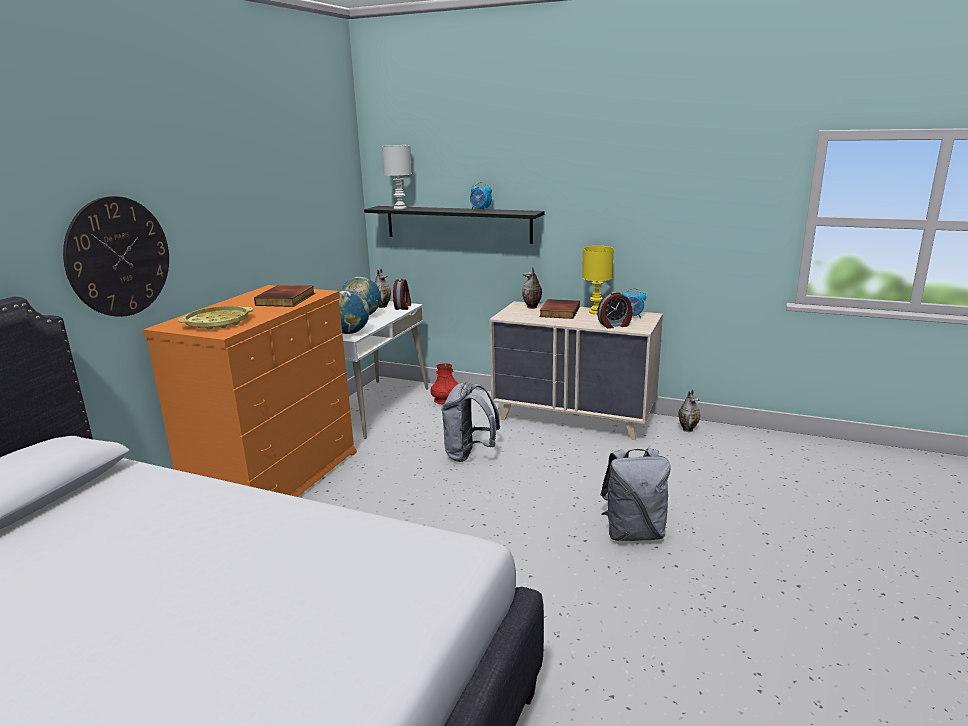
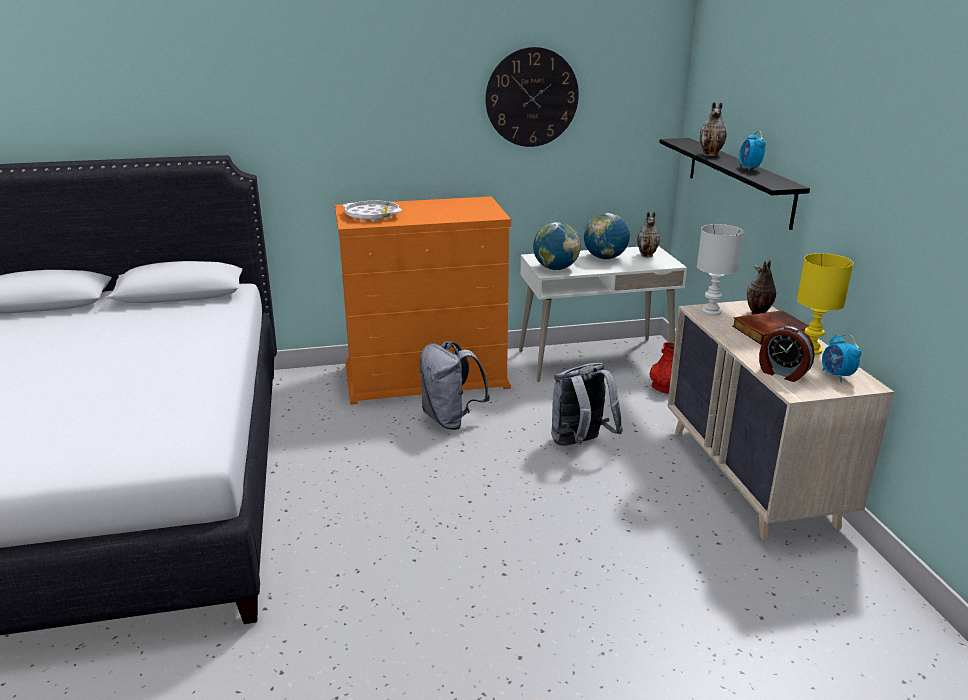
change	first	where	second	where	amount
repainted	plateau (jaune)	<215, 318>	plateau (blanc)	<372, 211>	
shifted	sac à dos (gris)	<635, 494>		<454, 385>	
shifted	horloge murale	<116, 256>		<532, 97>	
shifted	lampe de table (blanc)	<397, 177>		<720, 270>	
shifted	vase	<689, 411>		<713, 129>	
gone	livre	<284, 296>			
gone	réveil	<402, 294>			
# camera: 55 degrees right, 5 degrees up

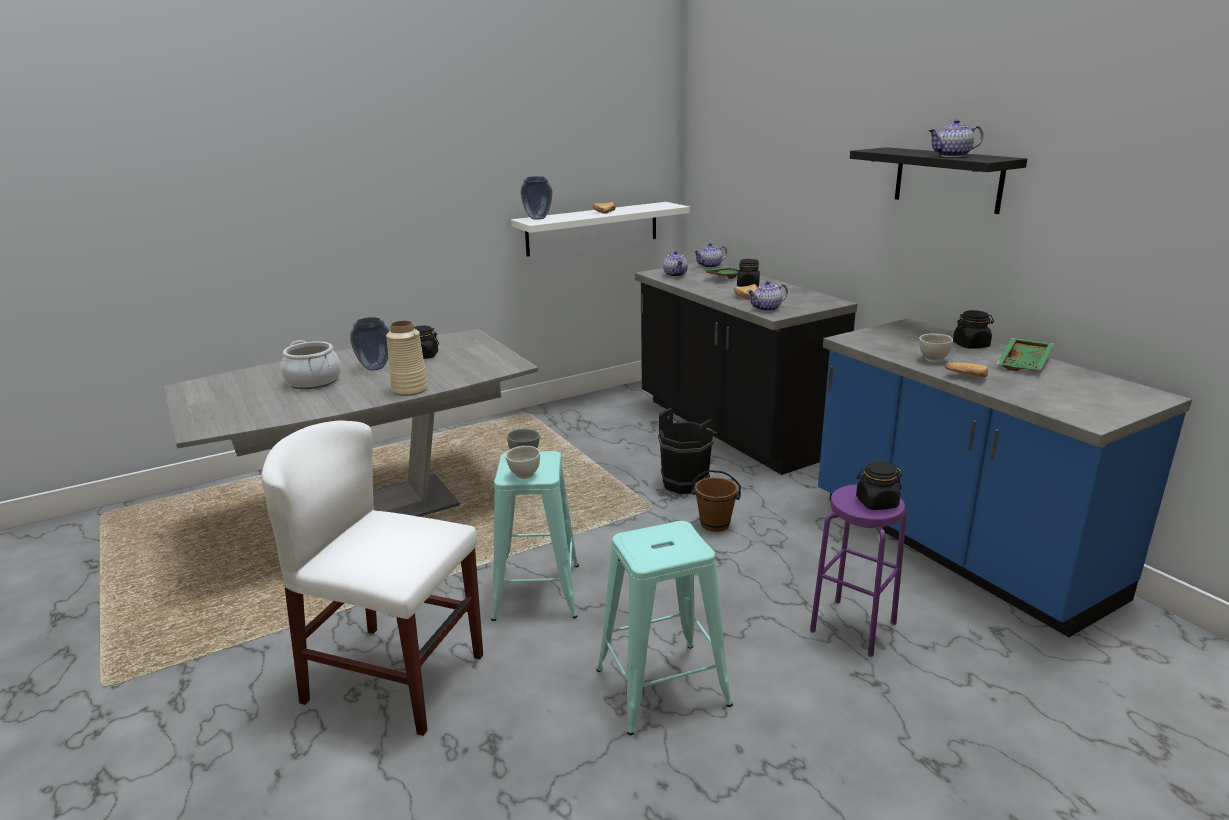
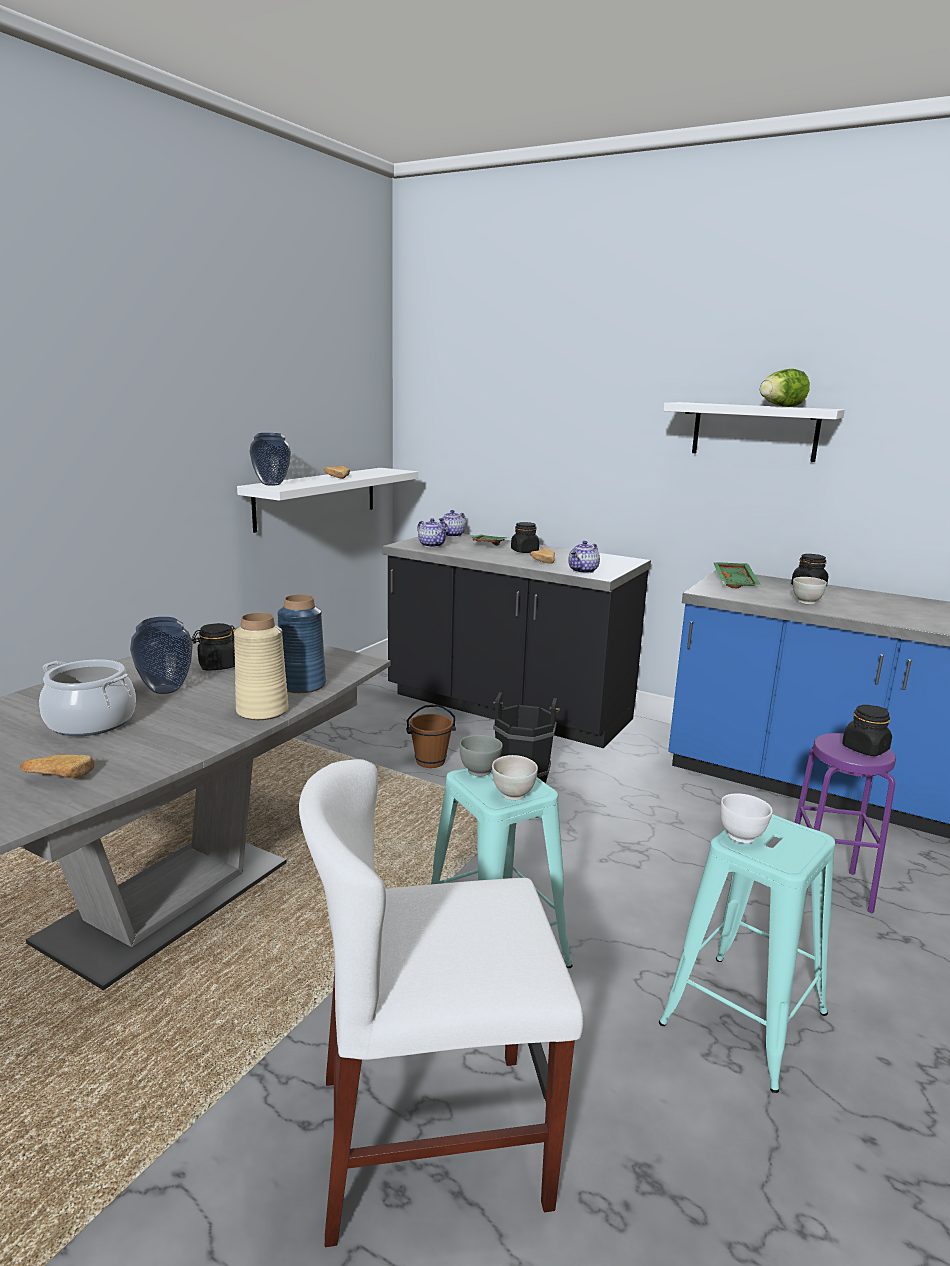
change	first	where	second	where	amount
shifted	pain	<966, 370>		<57, 766>	
new			vase (bleu)	<302, 643>	
shifted	seau (marron)	<716, 501>		<431, 736>	
repainted	étagère (noir)	<938, 180>	étagère (blanc)	<754, 432>	
shifted	plateau (vert)	<1025, 354>		<737, 575>	
new			bol (blanc)	<746, 818>	
swapped	théière	<955, 138>	laitue	<785, 388>	
# camera: 30 degrees left, 5 degrees down

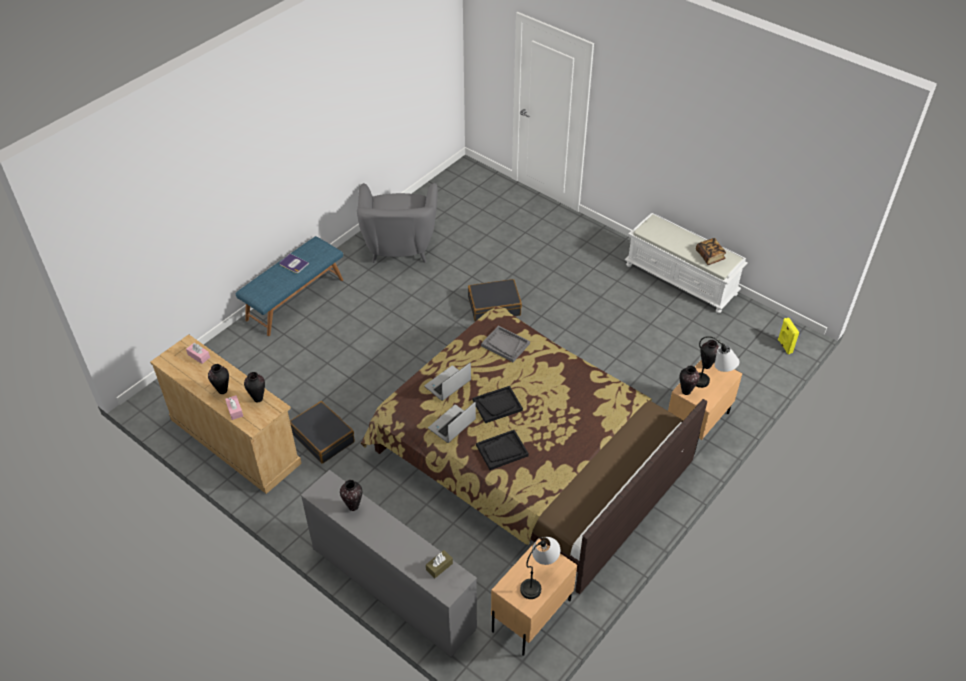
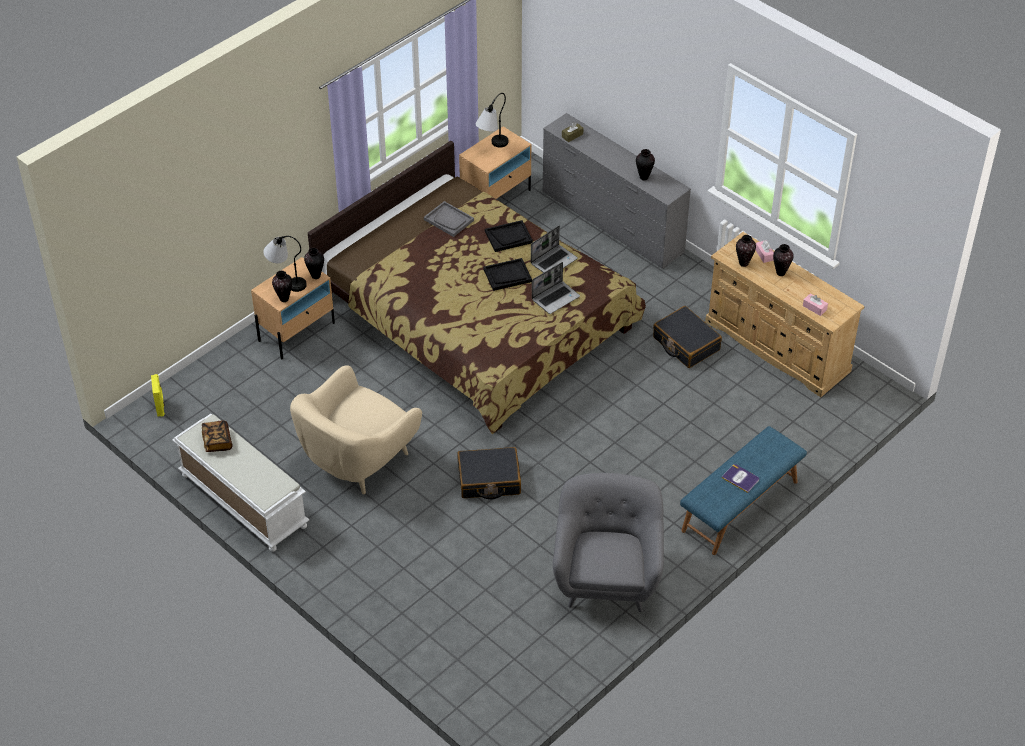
change	first	where	second	where	amount
new			fauteuil (beige)	<356, 429>	
shifted	plateau (gris)	<505, 344>		<449, 219>	
# camera: 175 degrees left, 0 degrees up

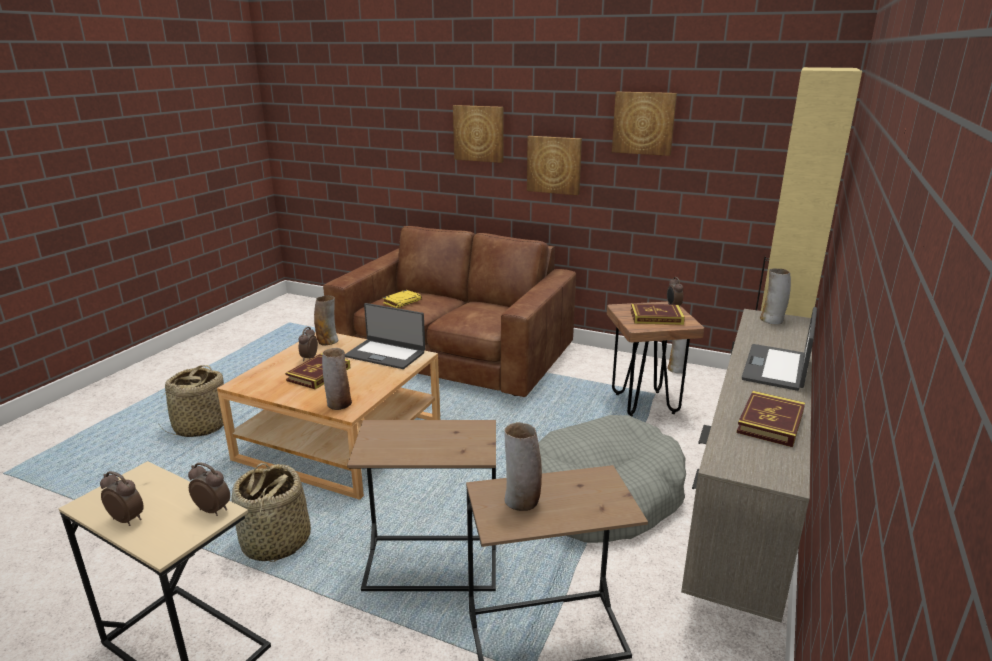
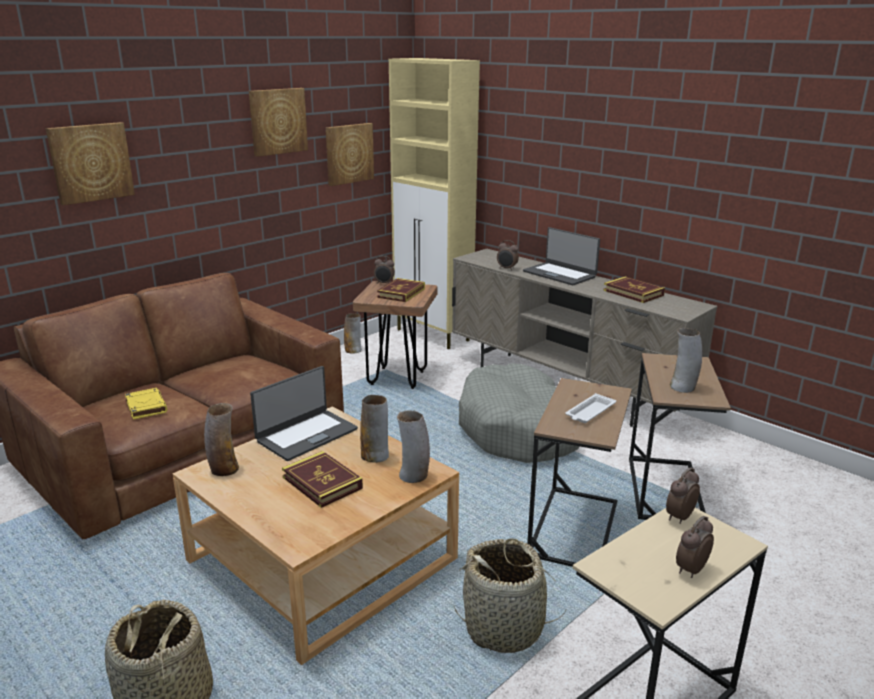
change	first	where	second	where	amount
shifted	tableau	<554, 165>		<350, 154>	
shifted	vase	<775, 296>		<374, 429>	
shifted	réveil	<308, 344>		<508, 255>	
new			plateau (blanc)	<590, 408>	
# camera: 70 degrees left, 0 degrees up

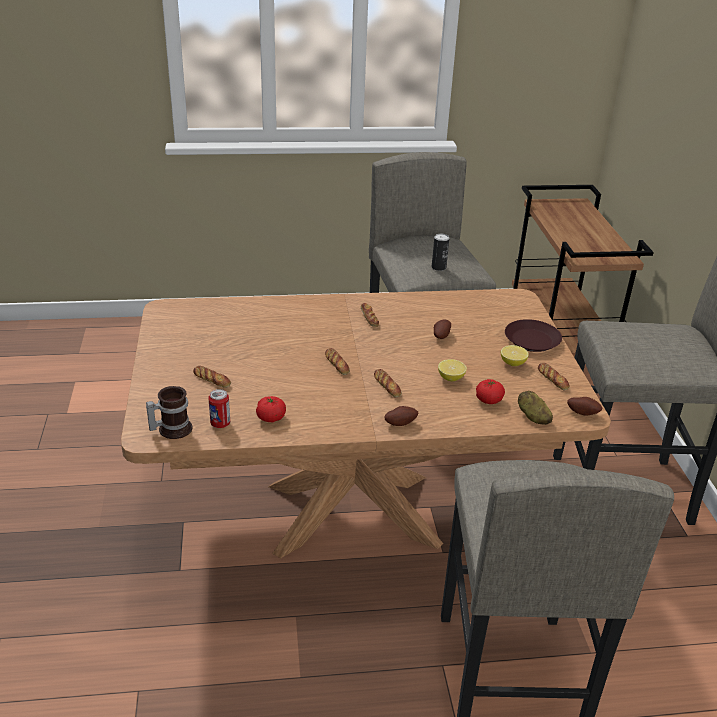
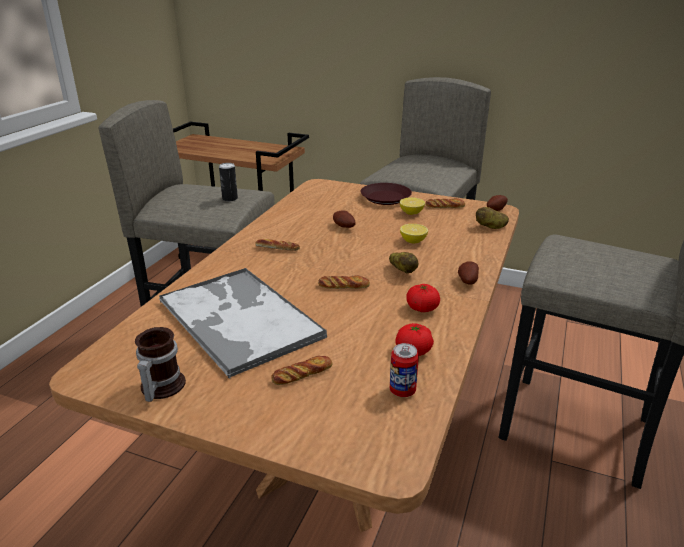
change	first	where	second	where	amount
shifted	mug	<169, 412>		<160, 364>	
new			plateau	<243, 323>	
swapped	pain	<388, 383>	pomme de terre	<403, 262>	
shifted	tomate	<490, 391>		<423, 298>	
# camera: 60 degrees left, 5 degrees down

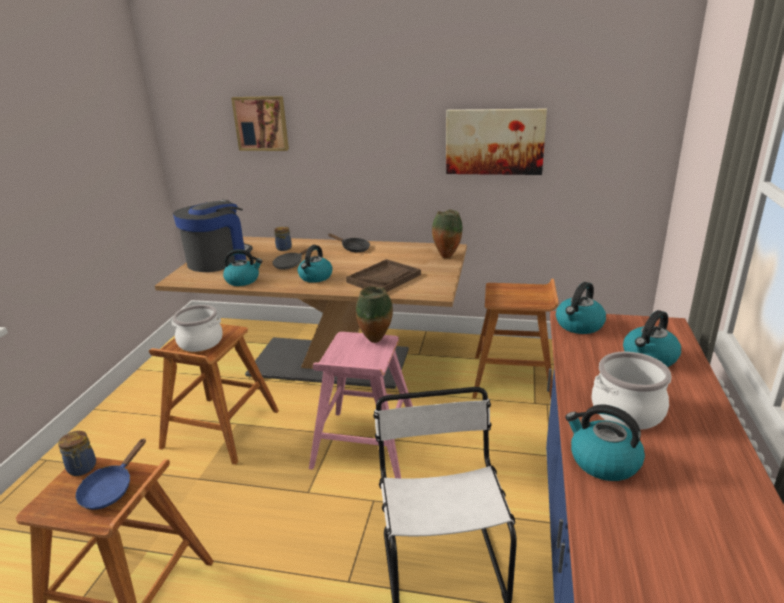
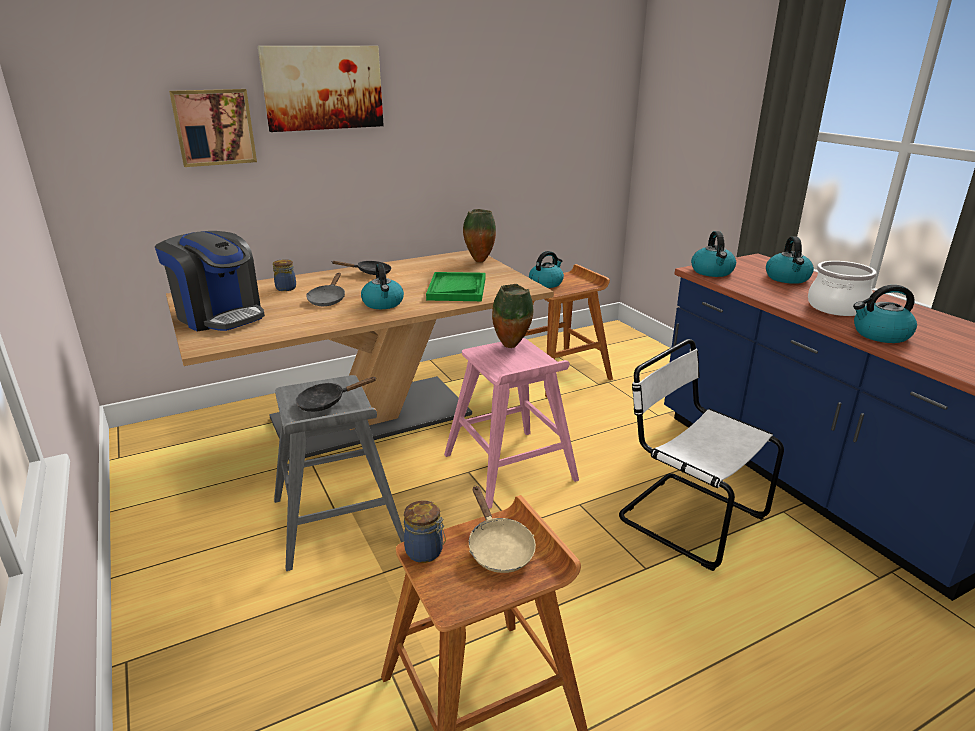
change	first	where	second	where	amount
rotated	machine à café	<213, 236>		<210, 281>	135 degrees clockwise
shifted	tableau	<496, 142>		<321, 89>	
repainted	tabouret (marron)	<214, 394>	tabouret (gris)	<339, 473>	
swapped	marmite	<197, 328>	poêle (noir)	<336, 394>	
repainted	plateau (marron)	<383, 275>	plateau (vert)	<455, 286>	
repainted	poêle (bleu)	<110, 474>	poêle (beige)	<502, 529>	
shifted	bouilloire	<243, 267>		<546, 269>	
# camera: 40 degrees left, 0 degrees up

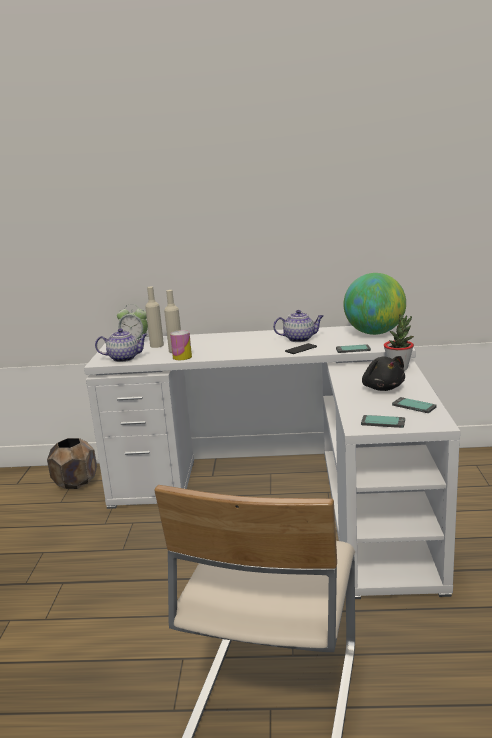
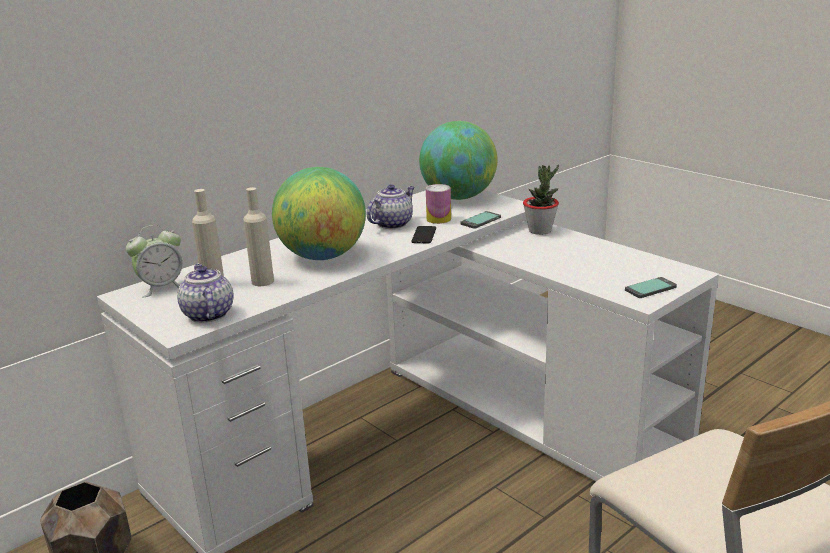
change	first	where	second	where	amount
rotated	théière	<121, 345>		<205, 293>	60 degrees counterclockwise
new			globe	<319, 213>	
shifted	boîte métallique	<181, 345>		<438, 204>	
gone	peluche (noir)	<383, 373>			
gone	téléphone	<414, 405>			
# camera: 45 degrees left, 5 degrees up

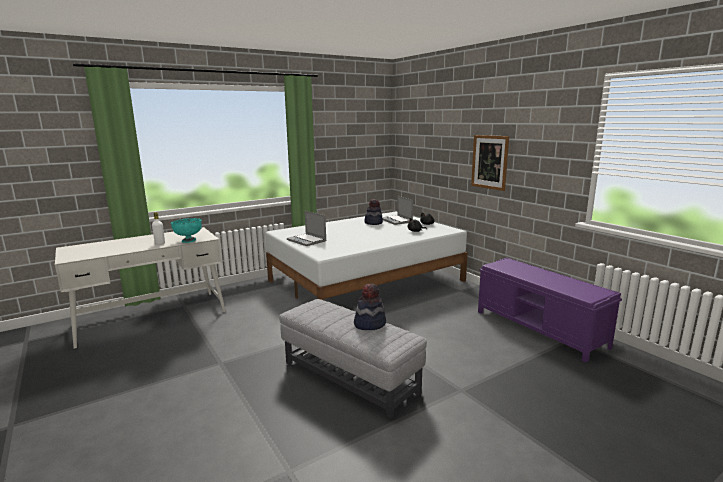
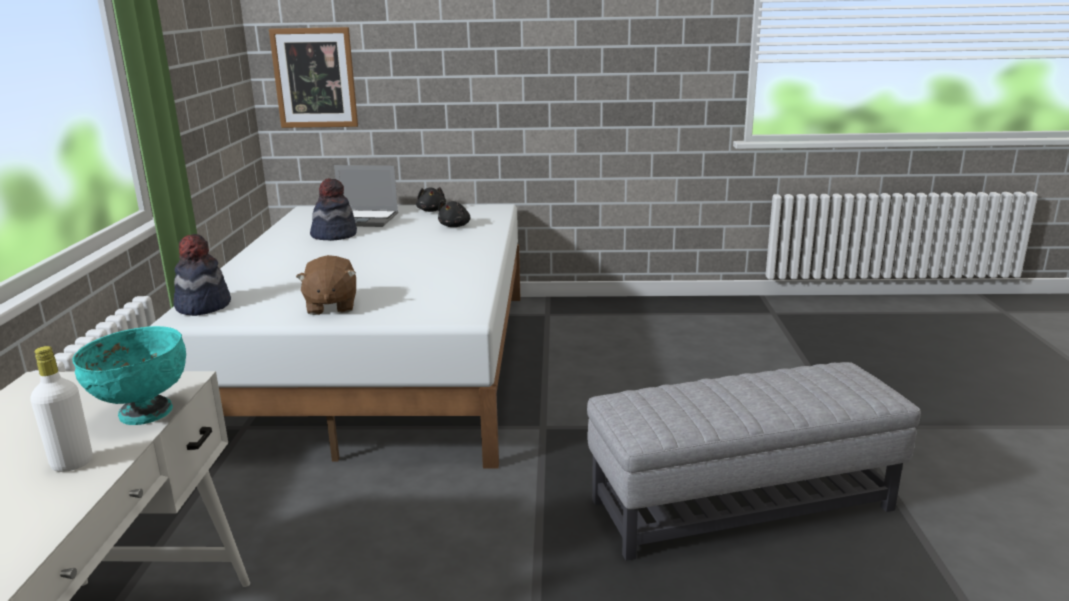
change	first	where	second	where	amount
shifted	chapeau	<370, 307>		<202, 275>	
shifted	tableau	<490, 163>		<313, 77>	
swapped	ordinateur portable	<307, 228>	peluche (marron)	<326, 285>	
gone	banc (violet)	<550, 310>			
# camera: 55 degrees left, 5 degrees up

